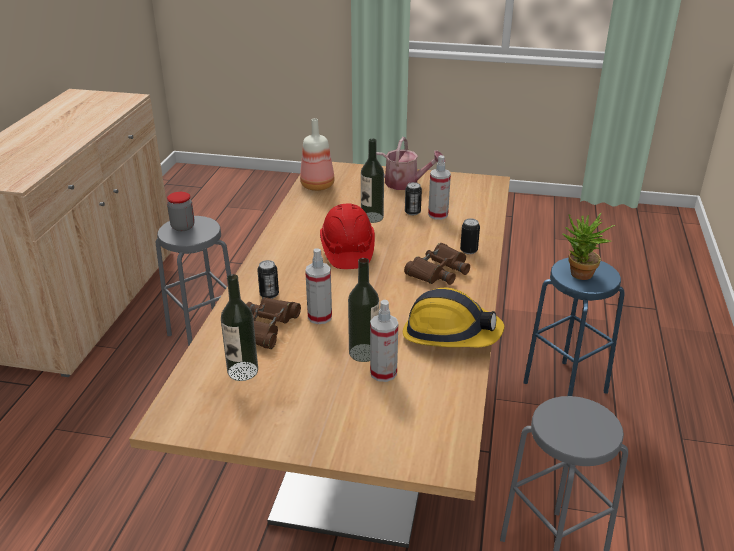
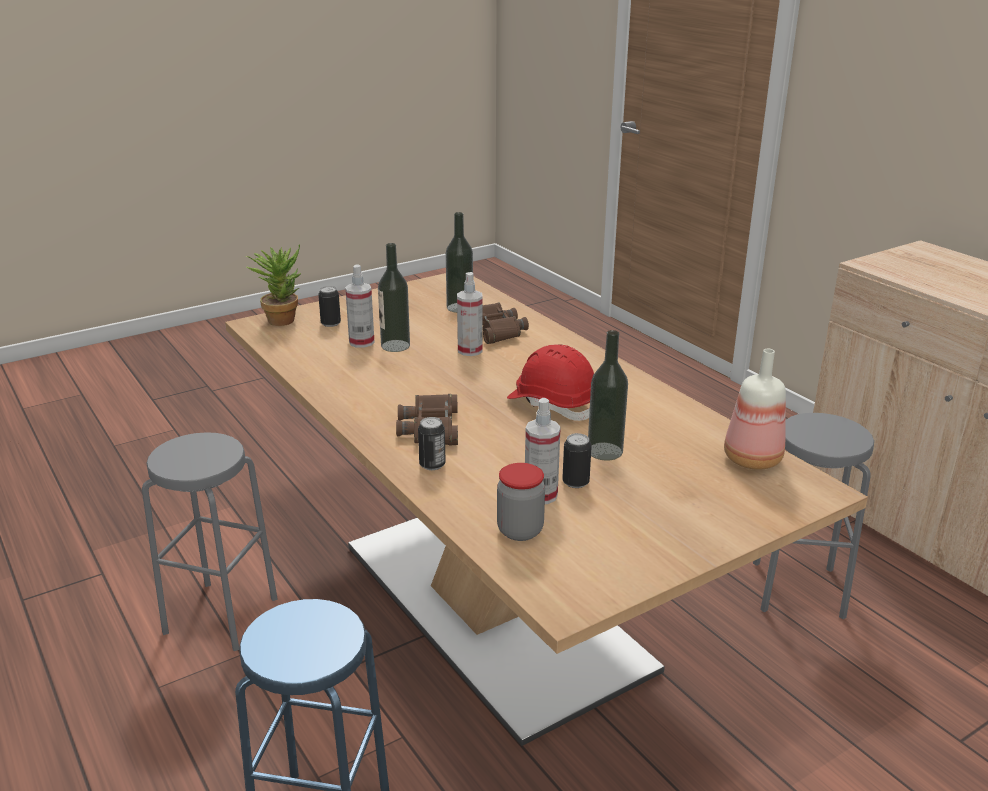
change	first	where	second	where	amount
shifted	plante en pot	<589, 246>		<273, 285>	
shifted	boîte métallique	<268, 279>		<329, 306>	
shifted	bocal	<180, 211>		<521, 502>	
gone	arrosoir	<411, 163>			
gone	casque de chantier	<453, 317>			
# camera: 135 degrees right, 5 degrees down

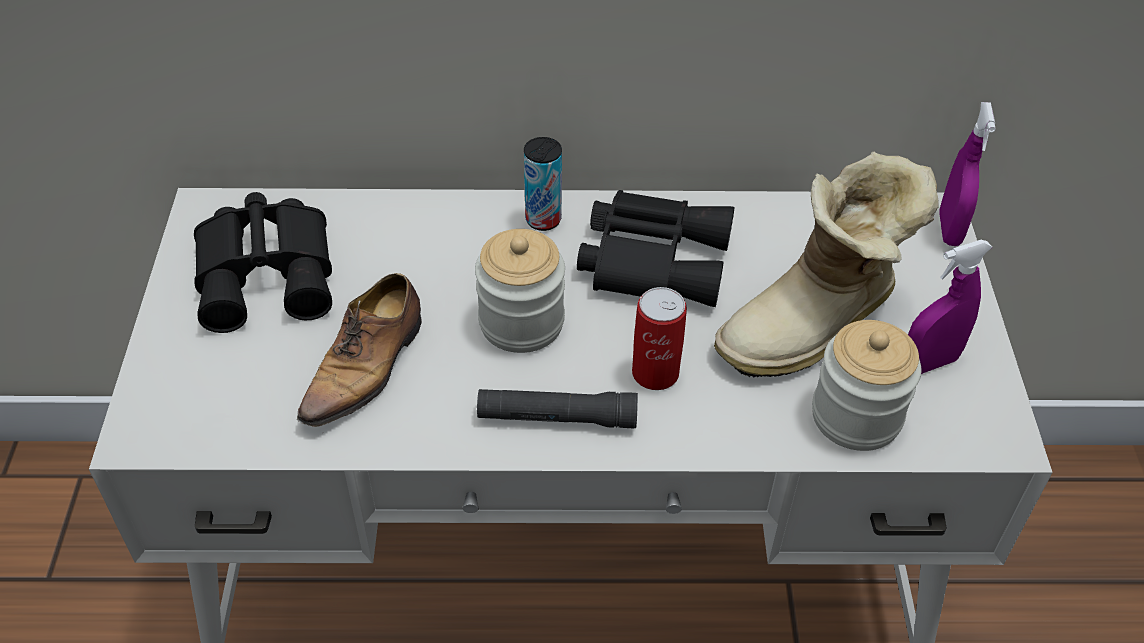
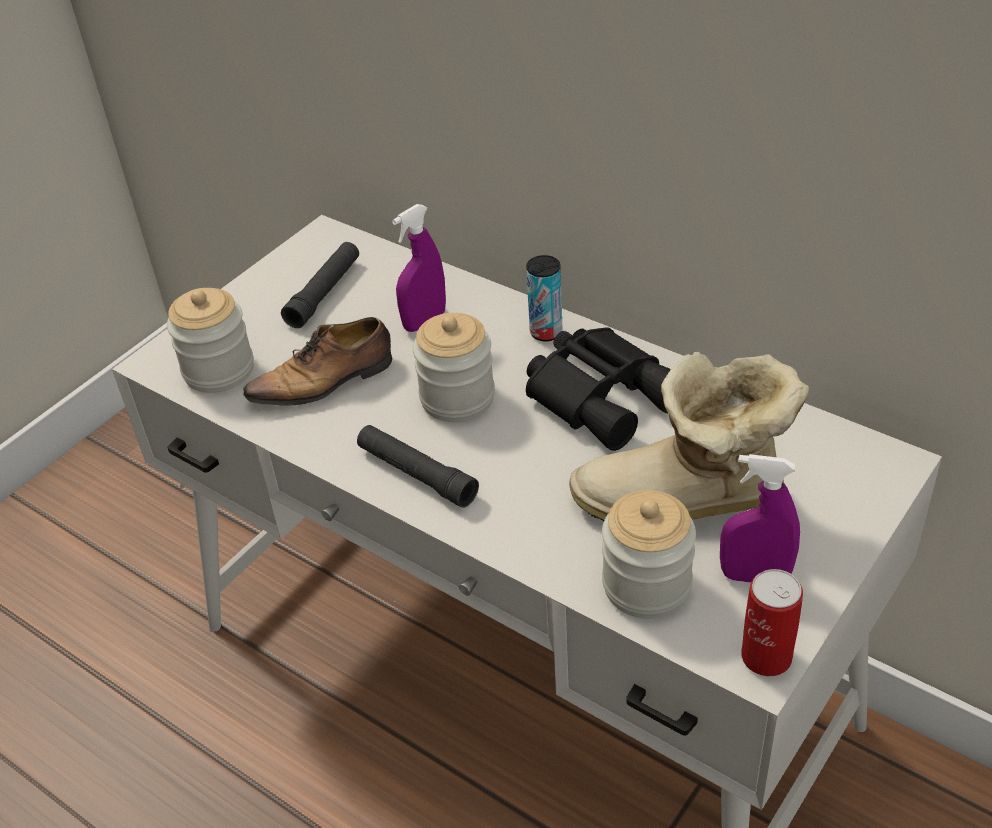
change	first	where	second	where	amount
new			bocal	<210, 340>	
swapped	jumelles (noir)	<263, 262>	lampe de poche (noir)	<320, 285>	
shifted	vaporisateur (violet)	<967, 174>		<419, 268>	
shifted	boîte métallique	<659, 338>		<772, 622>	
# camera: 40 degrees right, 5 degrees down

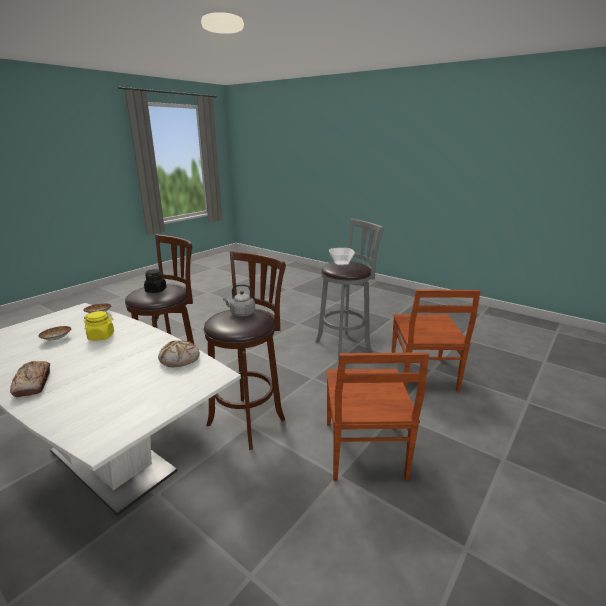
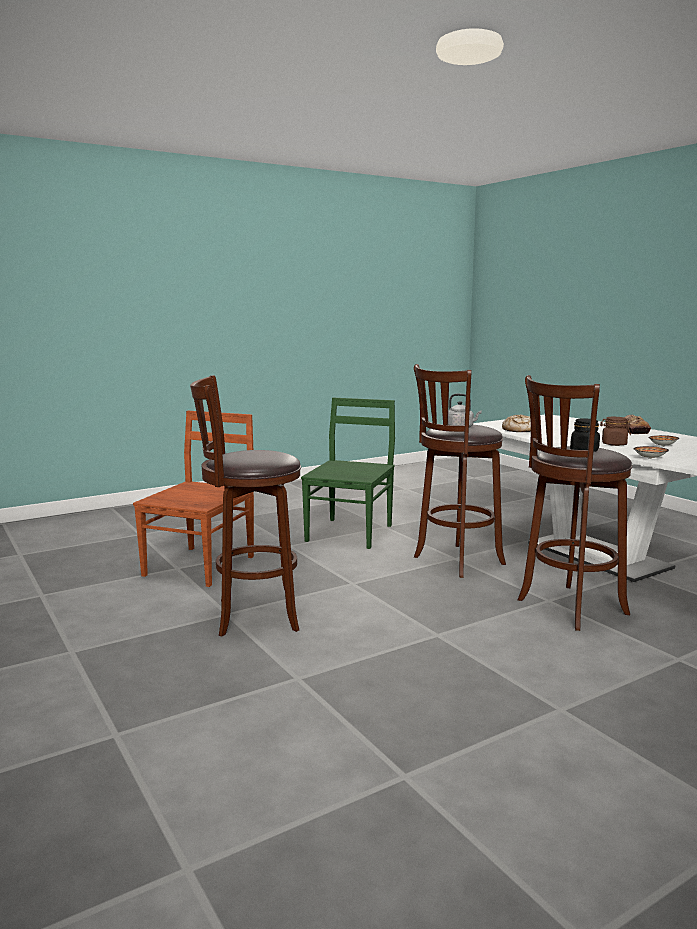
change	first	where	second	where	amount
repainted	tabouret (gris)	<350, 289>	tabouret (marron)	<245, 506>	
repainted	chaise (marron)	<377, 416>	chaise (vert)	<348, 473>	
repainted	bocal (jaune)	<99, 325>	bocal (marron)	<615, 431>	
gone	bol	<342, 256>			
# camera: 160 degrees left, 10 degrees down

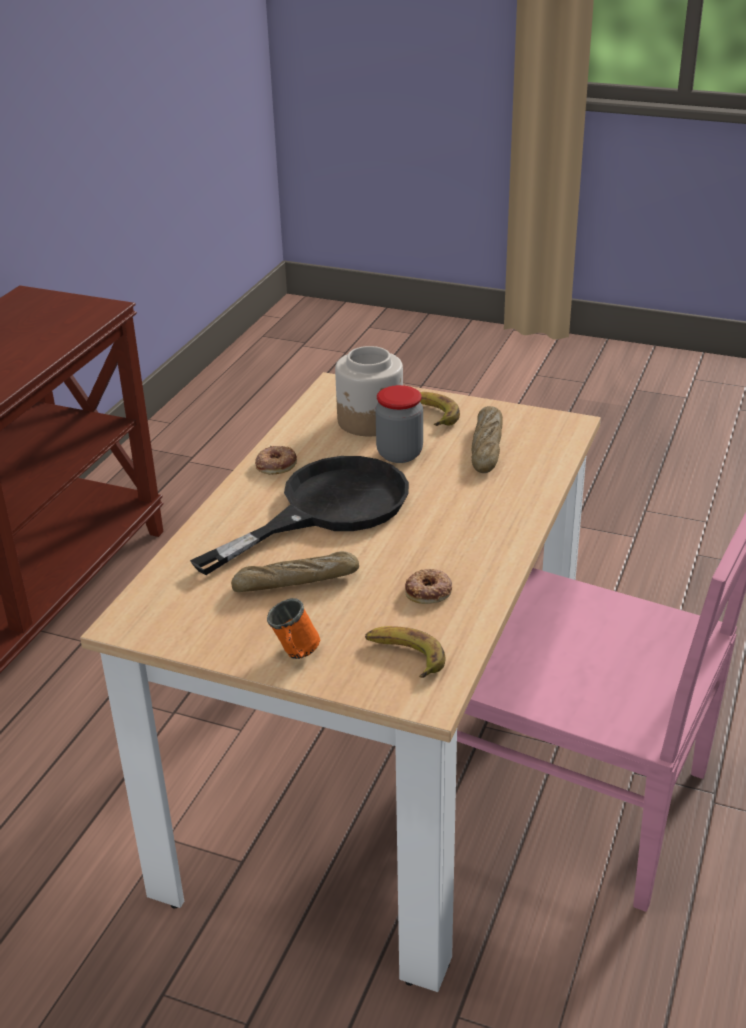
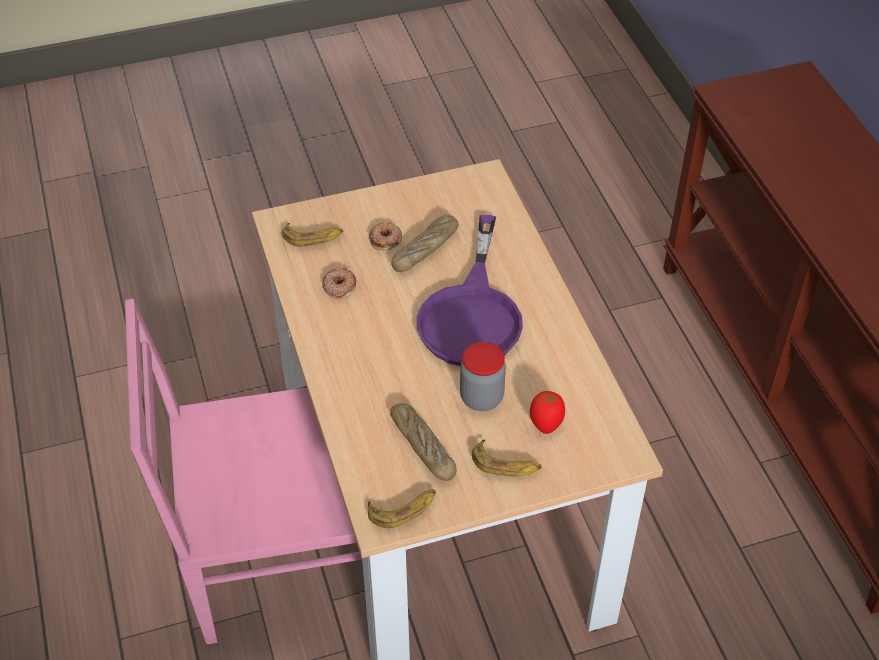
change	first	where	second	where	amount
new			banane	<402, 508>	
shifted	beignet	<276, 460>		<385, 236>	
repainted	poêle (noir)	<299, 515>	poêle (violet)	<470, 290>	
swapped	bocal	<369, 391>	tomate	<547, 412>	
gone	mug (orange)	<293, 628>			
# camera: 140 degrees right, 15 degrees up

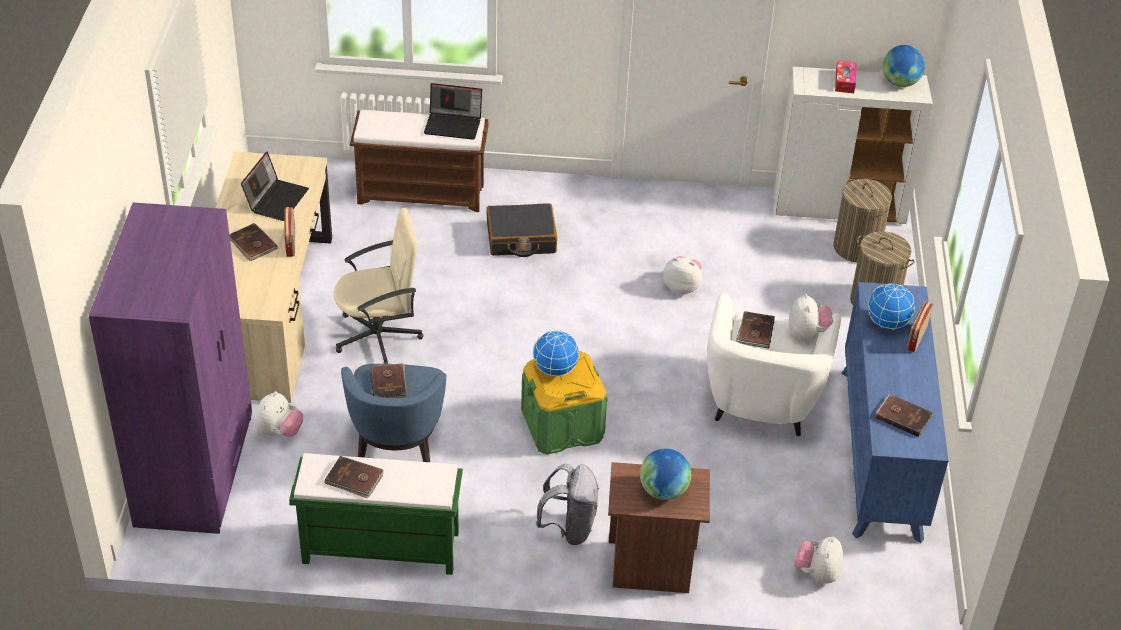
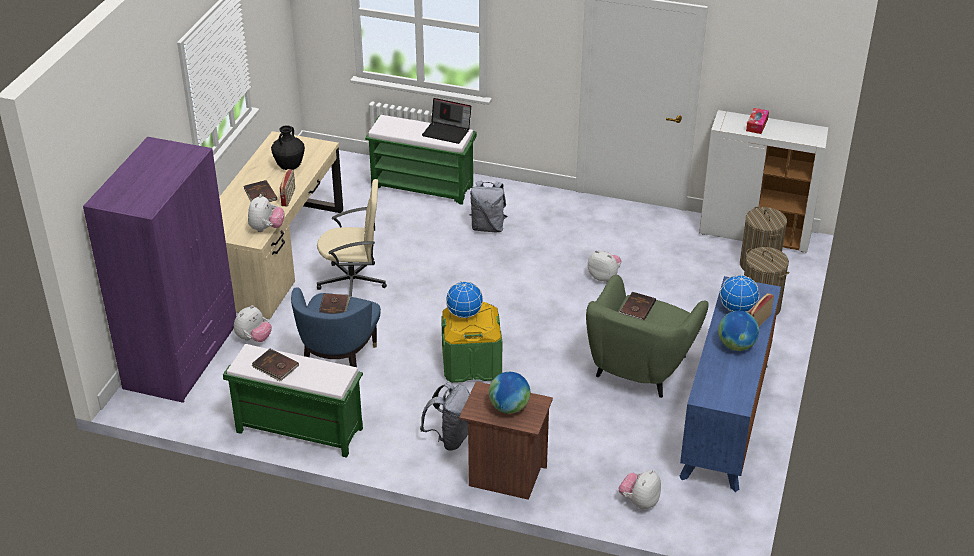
change	first	where	second	where	amount
shifted	peluche	<811, 317>		<266, 213>	
swapped	ordinateur portable	<275, 186>	vase (noir)	<288, 147>	
repainted	banc (marron)	<419, 161>	banc (vert)	<421, 160>	
swapped	valise (noir)	<521, 230>	sac à dos (gris)	<488, 206>	
repainted	fauteuil (blanc)	<774, 364>	fauteuil (vert)	<647, 336>	
shifted	globe	<904, 66>		<738, 331>	
gone	livre (marron)	<904, 415>			
# camera: 15 degrees right, 5 degrees down

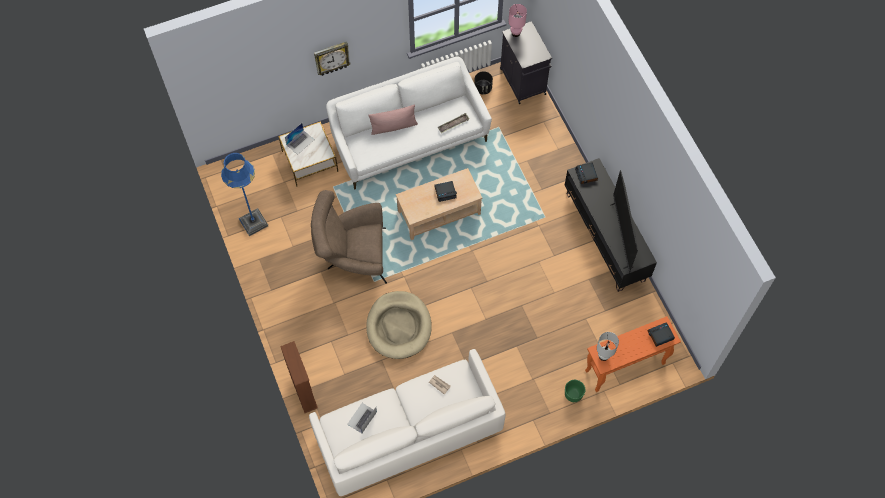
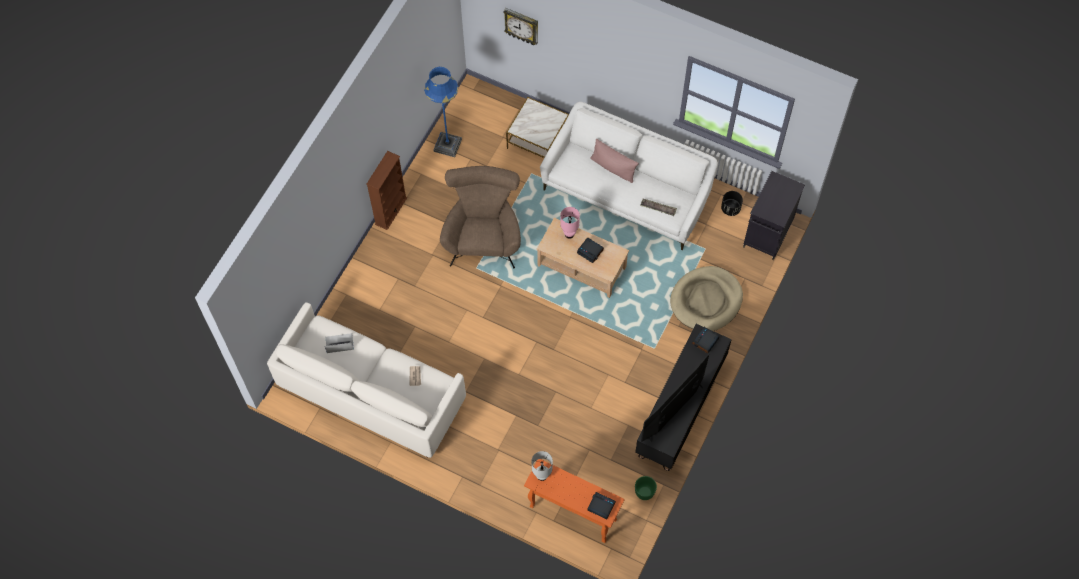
change	first	where	second	where	amount
shifted	bibliothèque (marron)	<299, 377>		<386, 190>	
rotated	fauteuil (marron)	<349, 237>		<480, 217>	45 degrees clockwise
shifted	horloge murale	<332, 58>		<520, 26>	
shifted	lampe de table (rose)	<518, 20>		<570, 223>	
shifted	cache-pot (vert)	<575, 391>		<646, 488>	
shifted	panier pour chien (beige)	<399, 325>		<706, 298>	
gone	ordinateur portable	<299, 139>			
# camera: 50 degrees right, 0 degrees up

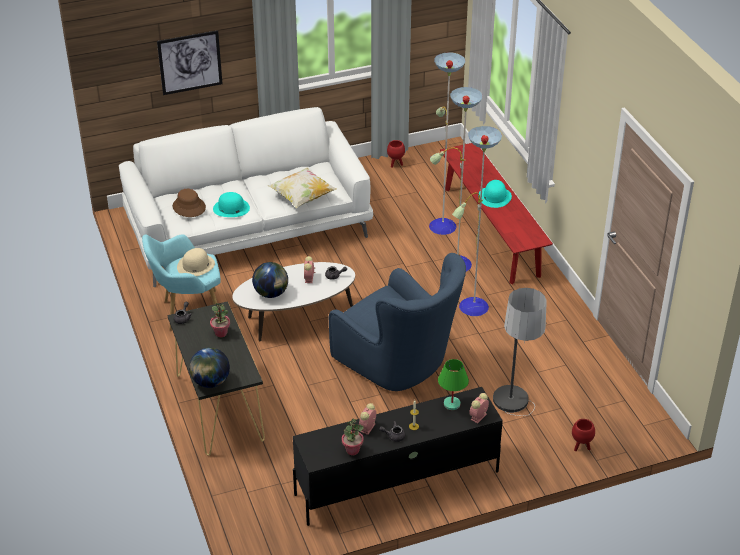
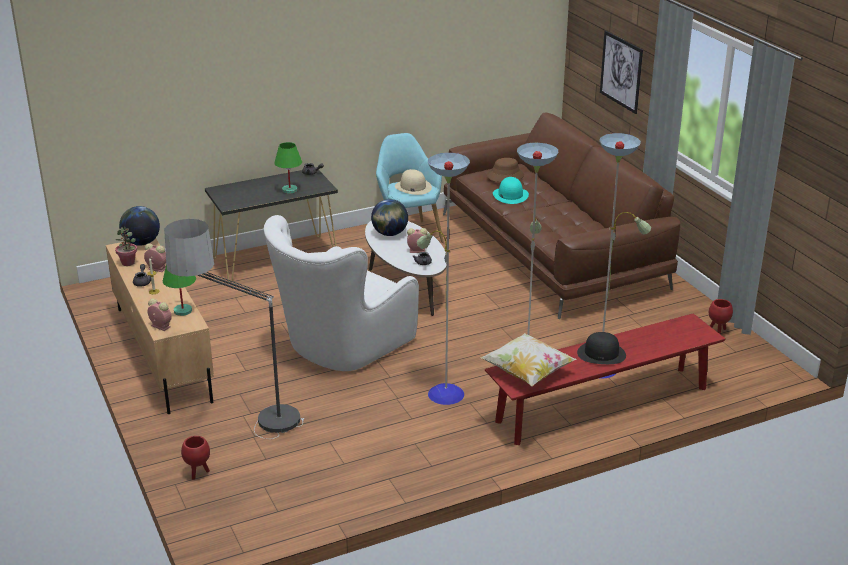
change	first	where	second	where	amount
repainted	meuble télé (noir)	<398, 456>	meuble télé (beige)	<160, 326>	
shifted	globe	<209, 368>		<139, 226>	
repainted	fauteuil (bleu)	<397, 322>	fauteuil (blanc)	<341, 293>	
swapped	plante en pot	<220, 320>	lampe de table (vert)	<288, 168>	
repainted	canapé (blanc)	<246, 197>	canapé (marron)	<561, 215>	
shifted	coussin	<302, 187>		<529, 359>	
repainted	chapeau (turquoise)	<495, 194>	chapeau (noir)	<601, 348>	
# camera: 85 degrees right, 10 degrees down

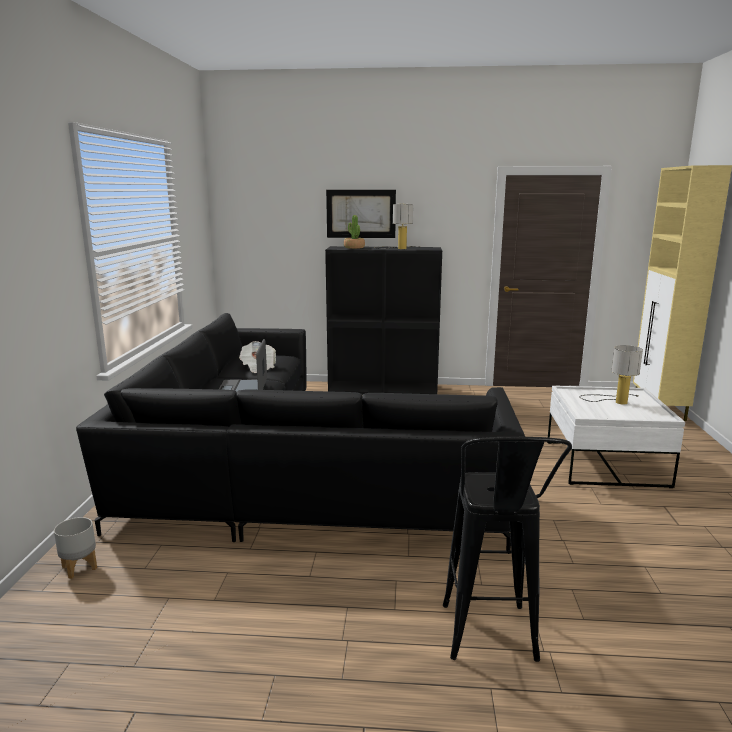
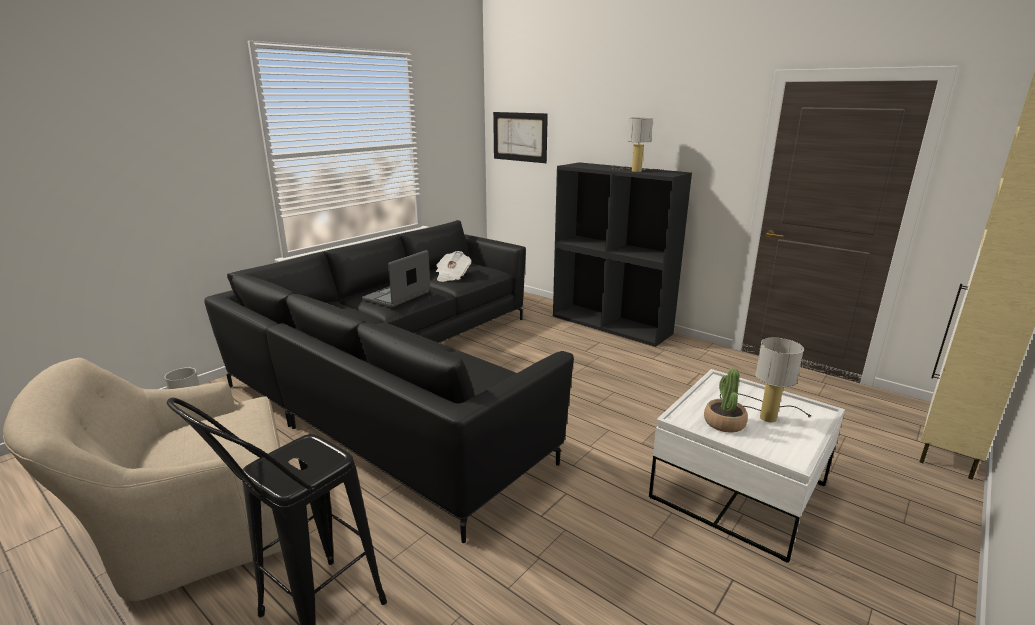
change	first	where	second	where	amount
new			fauteuil (beige)	<142, 479>	
shifted	tableau	<361, 214>		<520, 137>	
shifted	plante en pot	<354, 232>		<726, 400>	
# camera: 35 degrees right, 5 degrees up

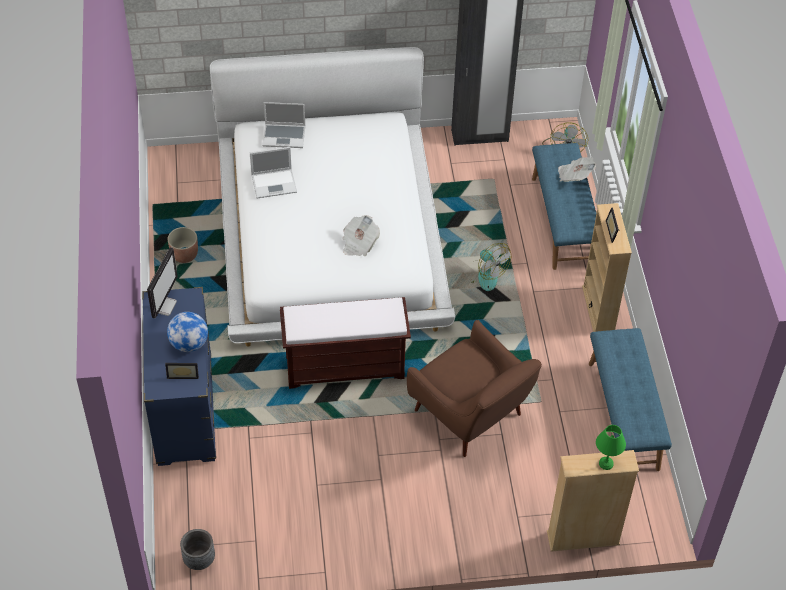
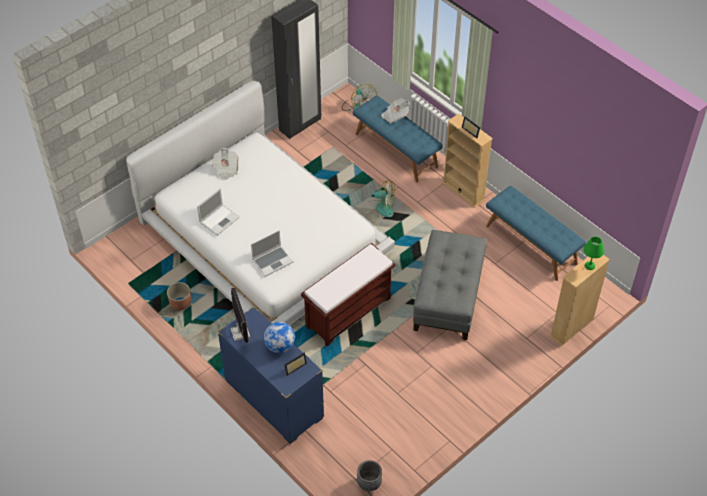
change	first	where	second	where	amount
shifted	journal	<361, 235>		<225, 164>	
shifted	ordinateur portable	<283, 125>		<272, 253>	
swapped	fauteuil (marron)	<474, 388>	pouf (gris)	<450, 285>	
# camera: 35 degrees left, 0 degrees up

